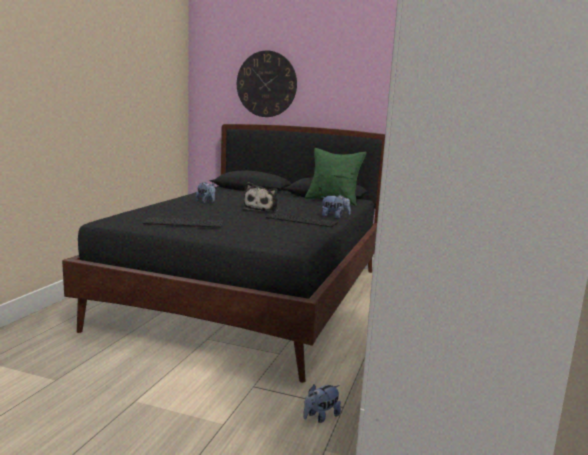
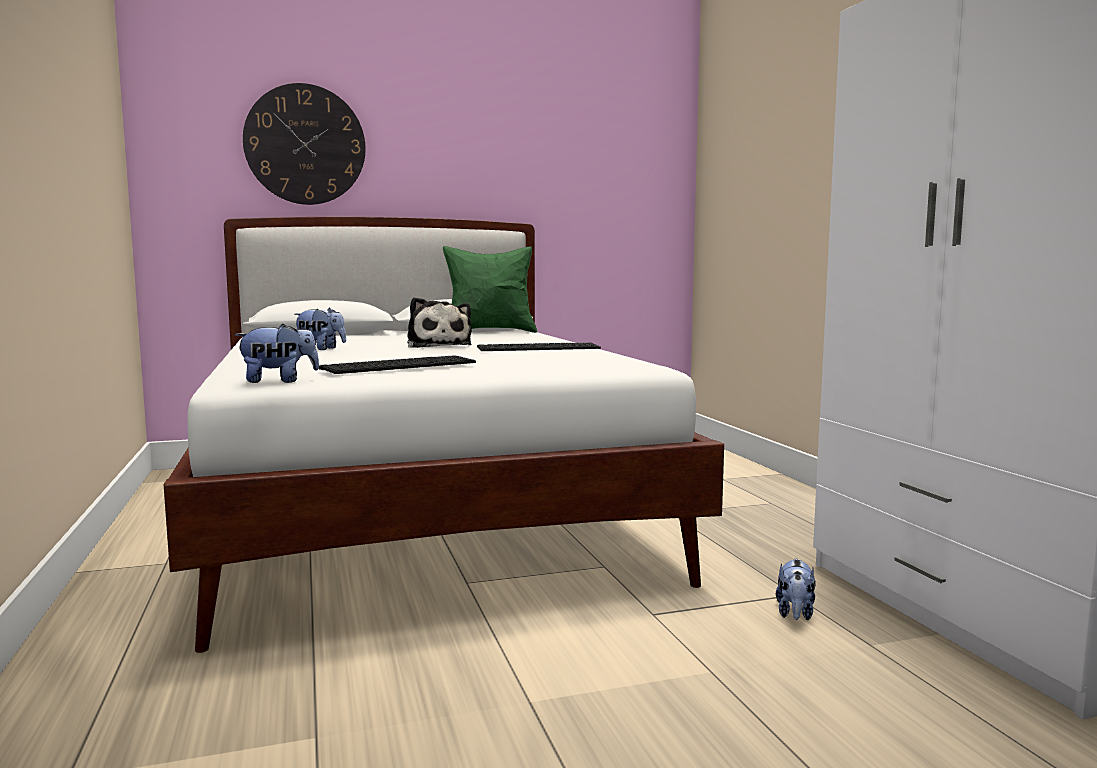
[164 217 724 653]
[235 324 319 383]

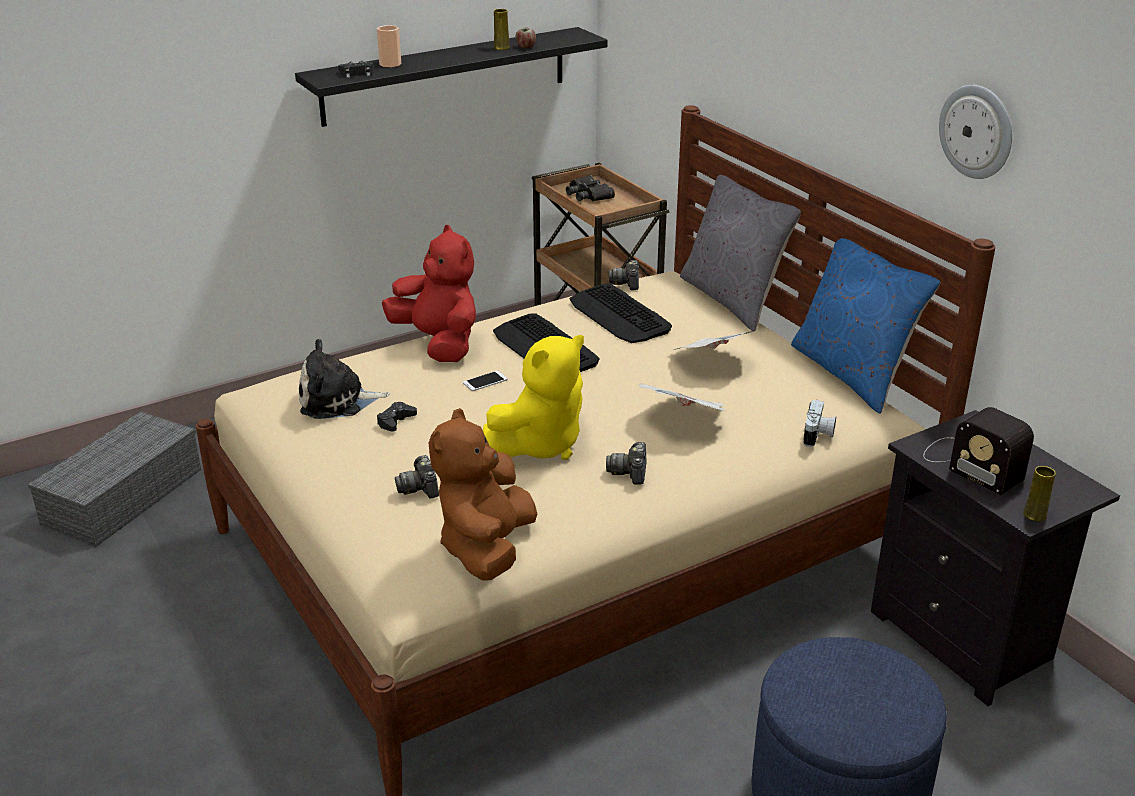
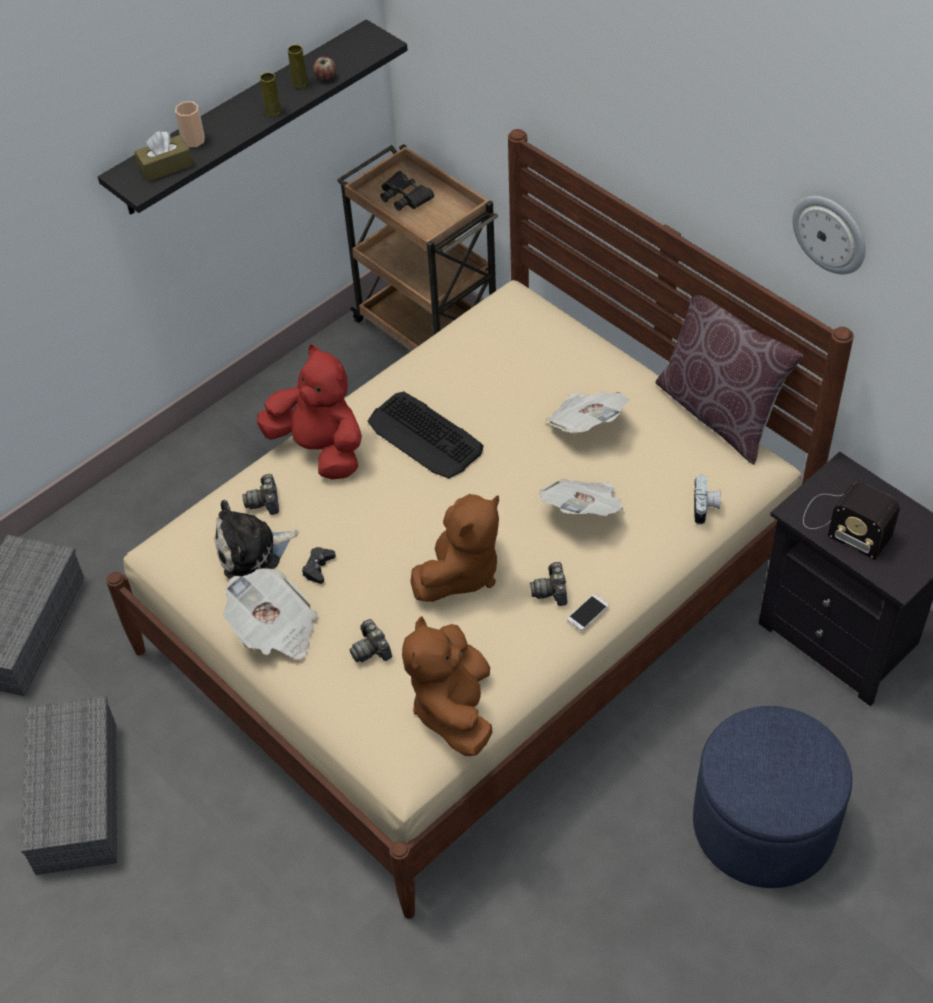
[134 131 193 182]
[680 175 801 331] (first image)
[655 295 803 465]
[242 474 279 515]
[569 284 672 343] (first image)
[411 494 499 602]
[567 594 609 631]
[260 72 282 117]
[223 568 318 660]
[21 696 117 875]

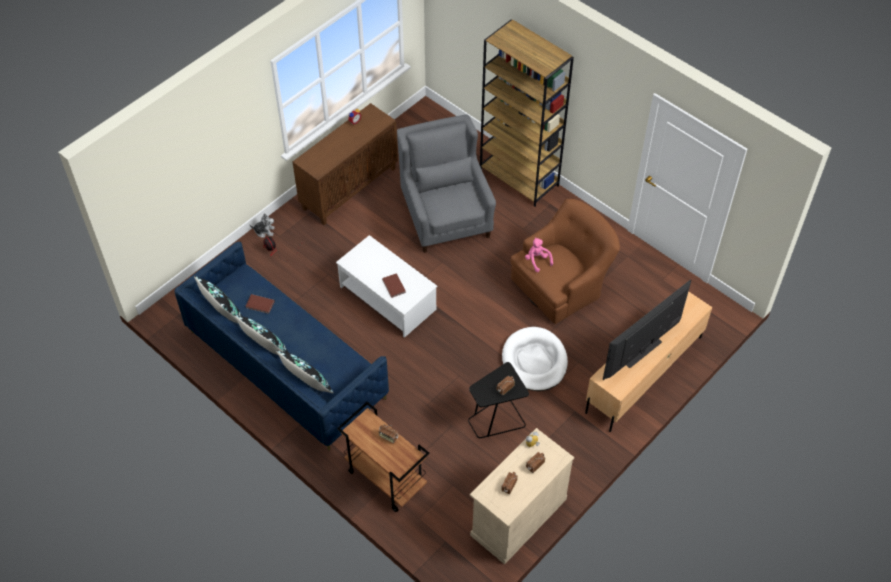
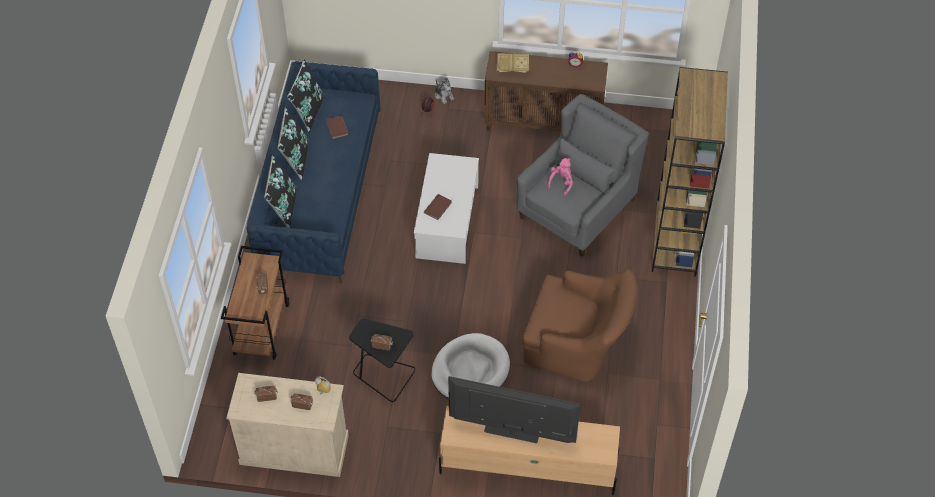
[547 158 573 195]
[497 53 529 73]

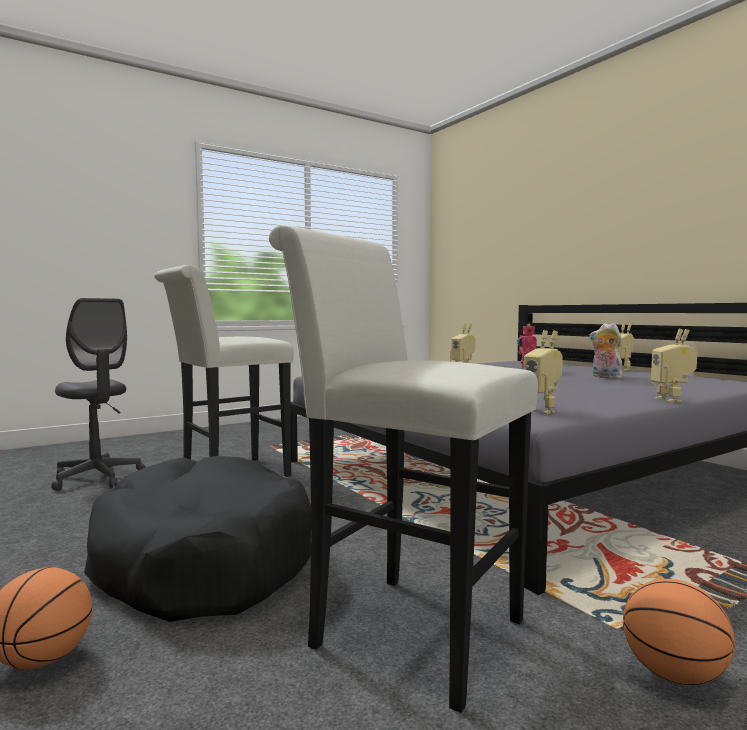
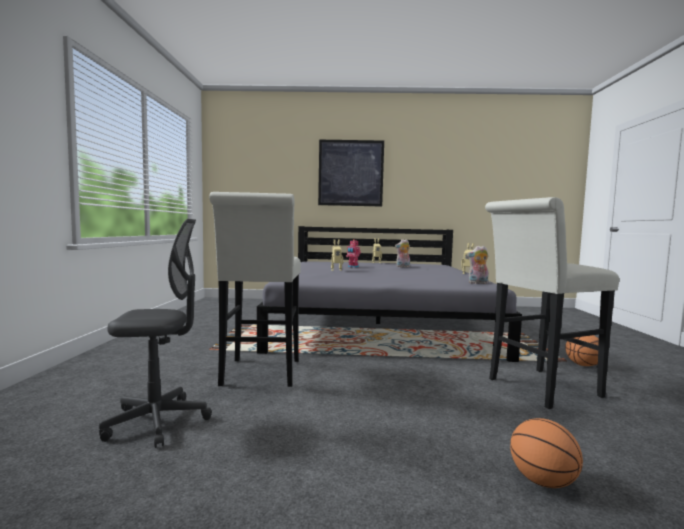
[467 246 489 284]
[84 456 311 622] (first image)
[318 140 384 206]

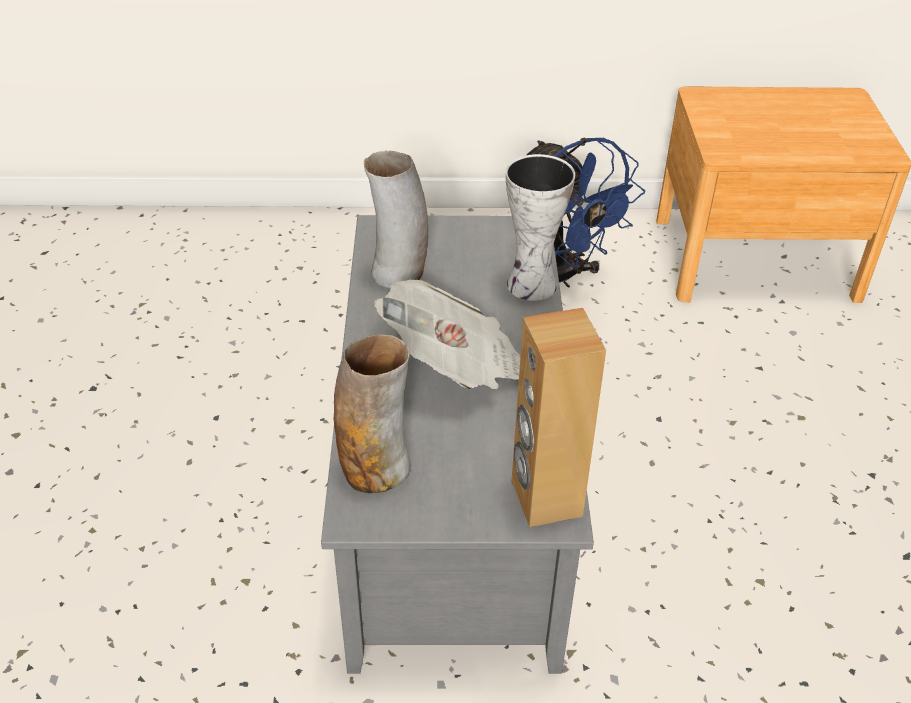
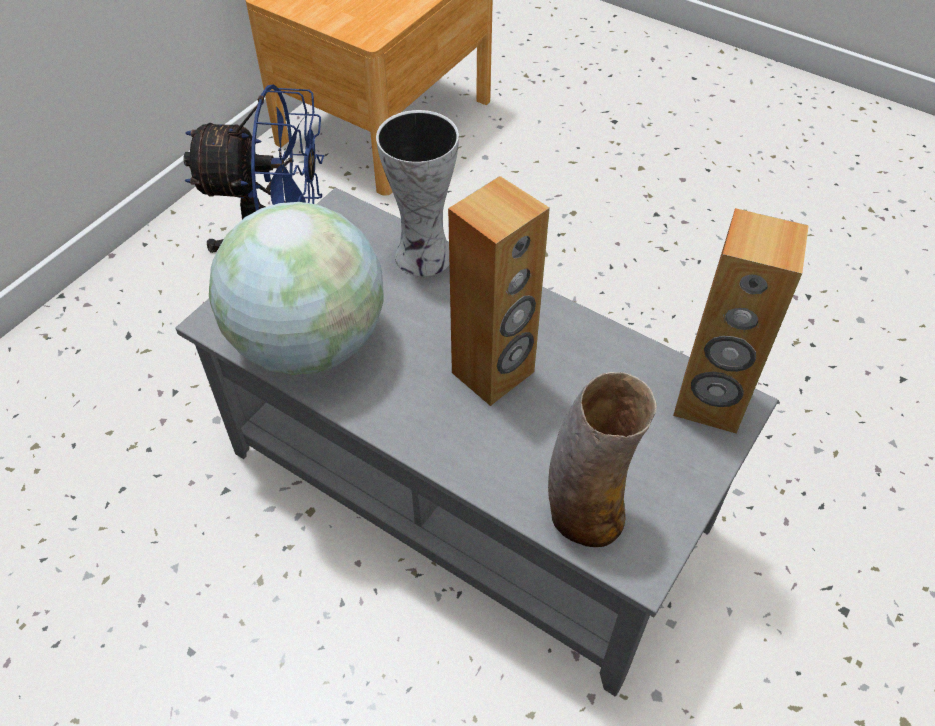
[209 202 384 375]
[448 176 550 406]

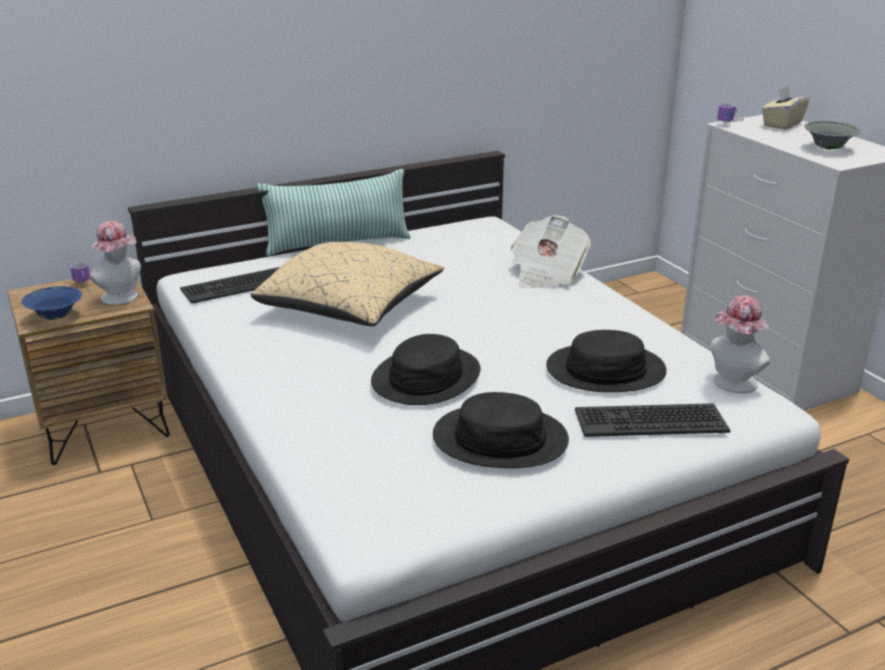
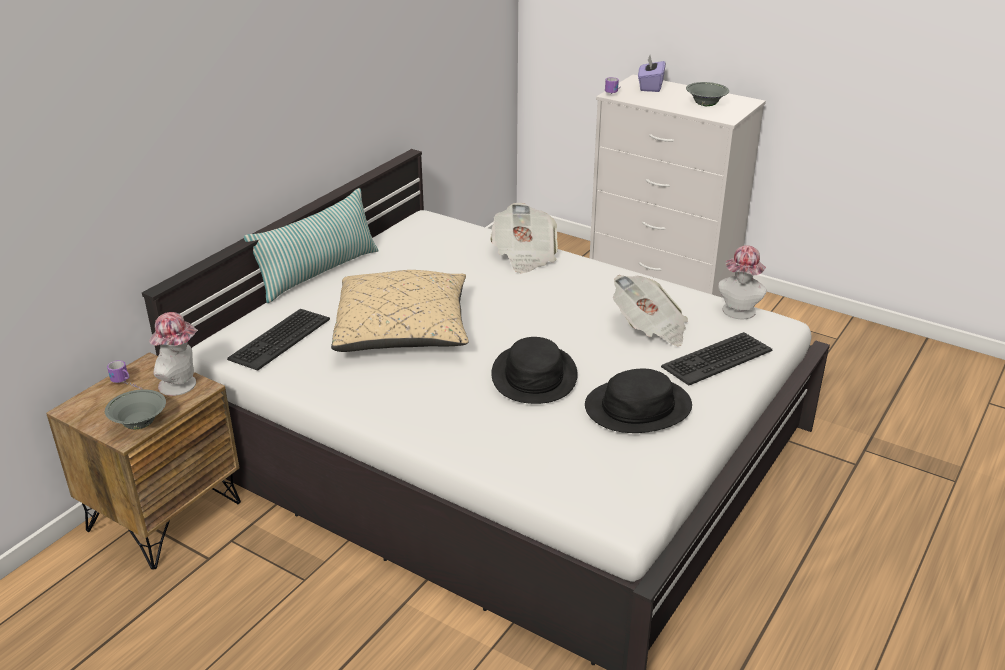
[638 55 666 92]
[105 389 166 429]
[613 275 688 346]

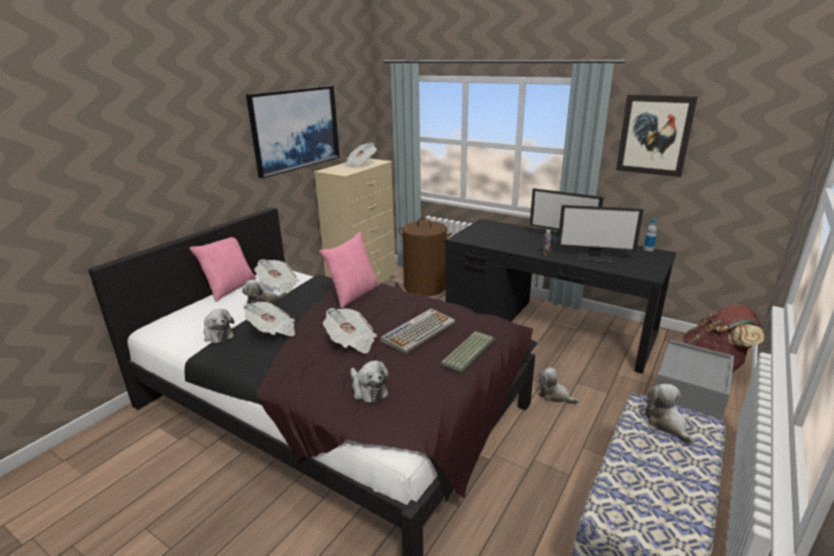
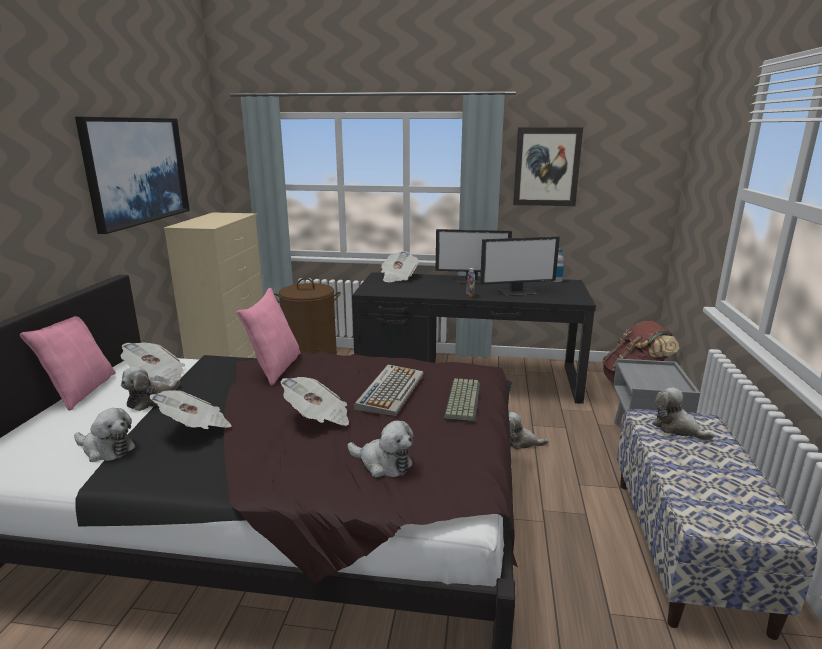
[381 251 419 282]

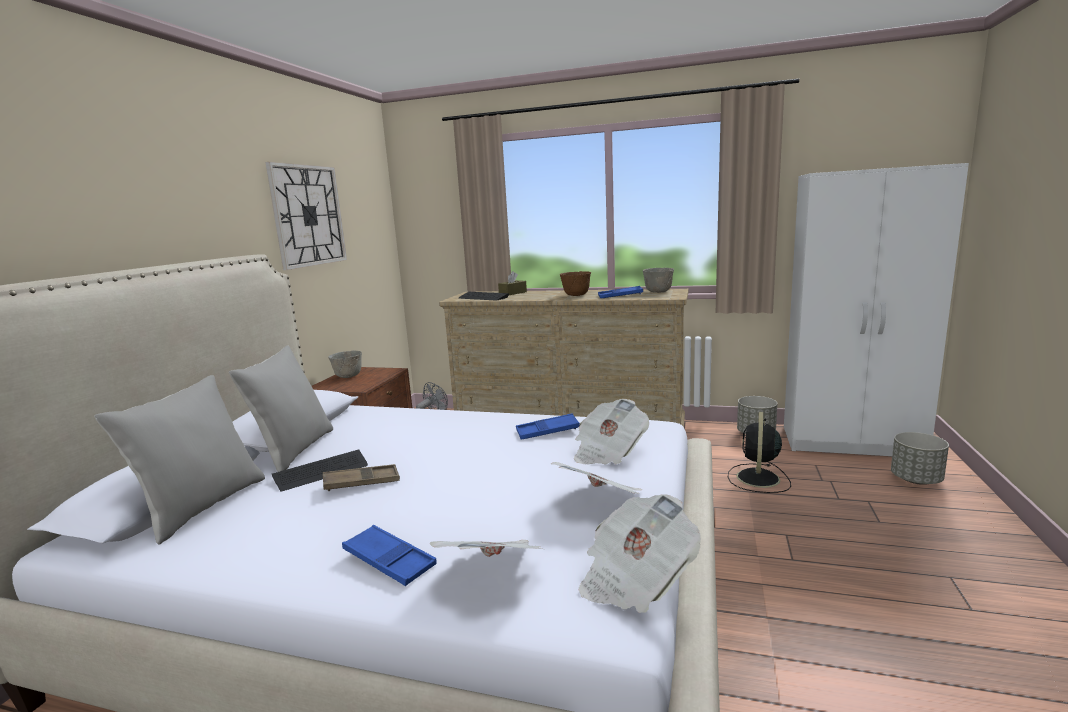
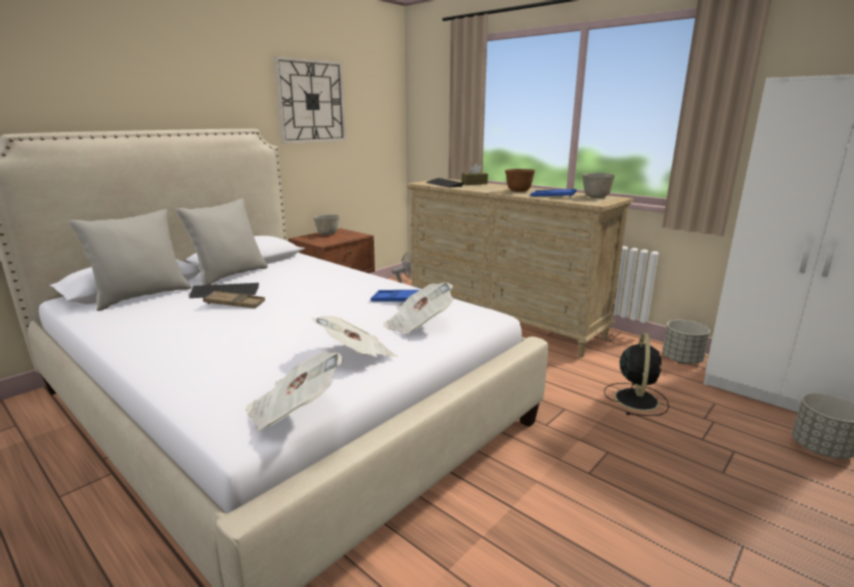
[604 333 669 416]
[342 525 437 586] (first image)
[430 540 542 557] (first image)

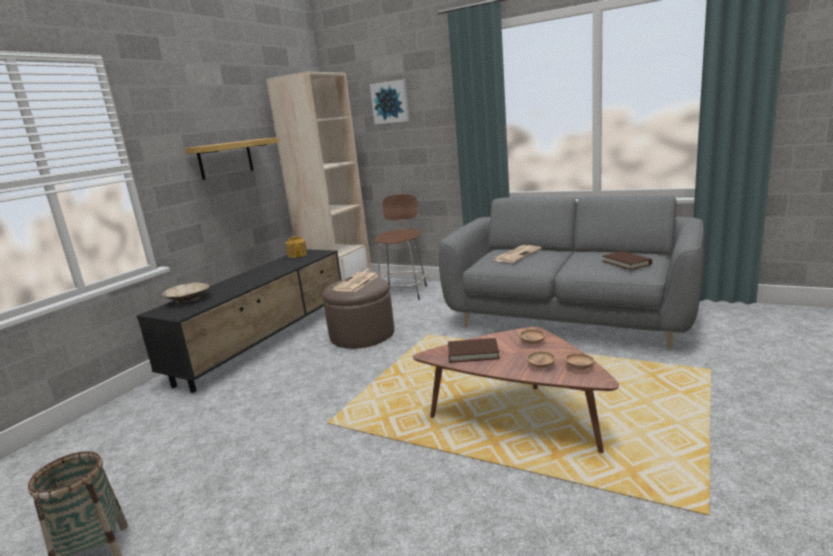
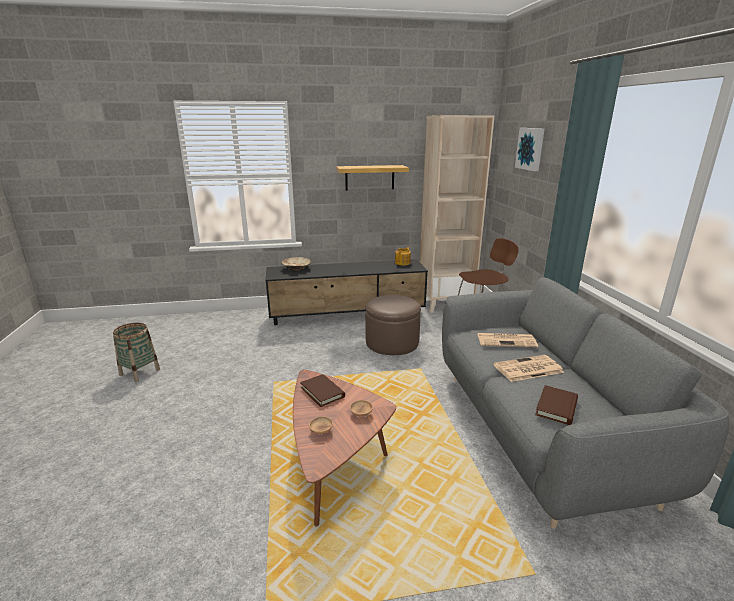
[493 355 564 382]
[565 353 595 370] (first image)

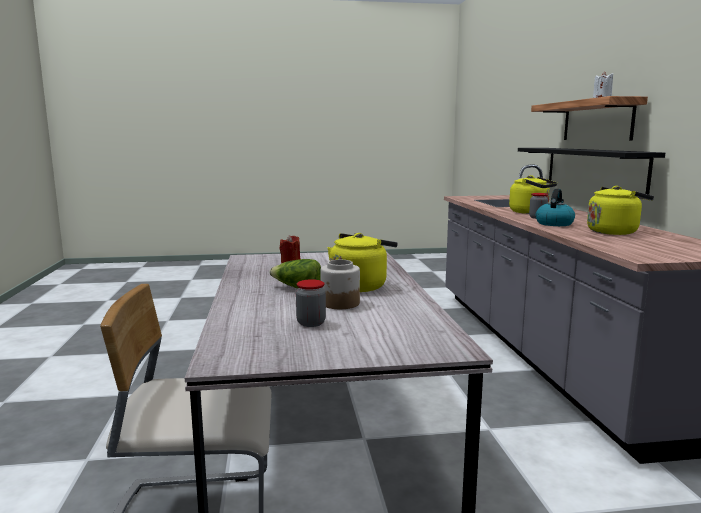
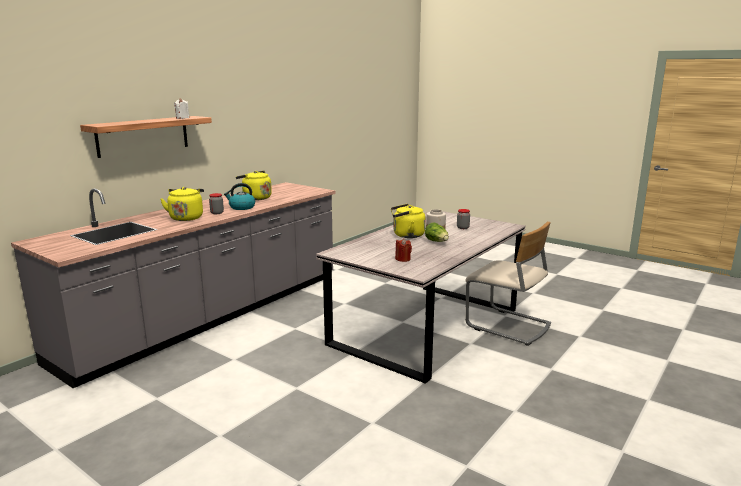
[518 148 665 195] (first image)

